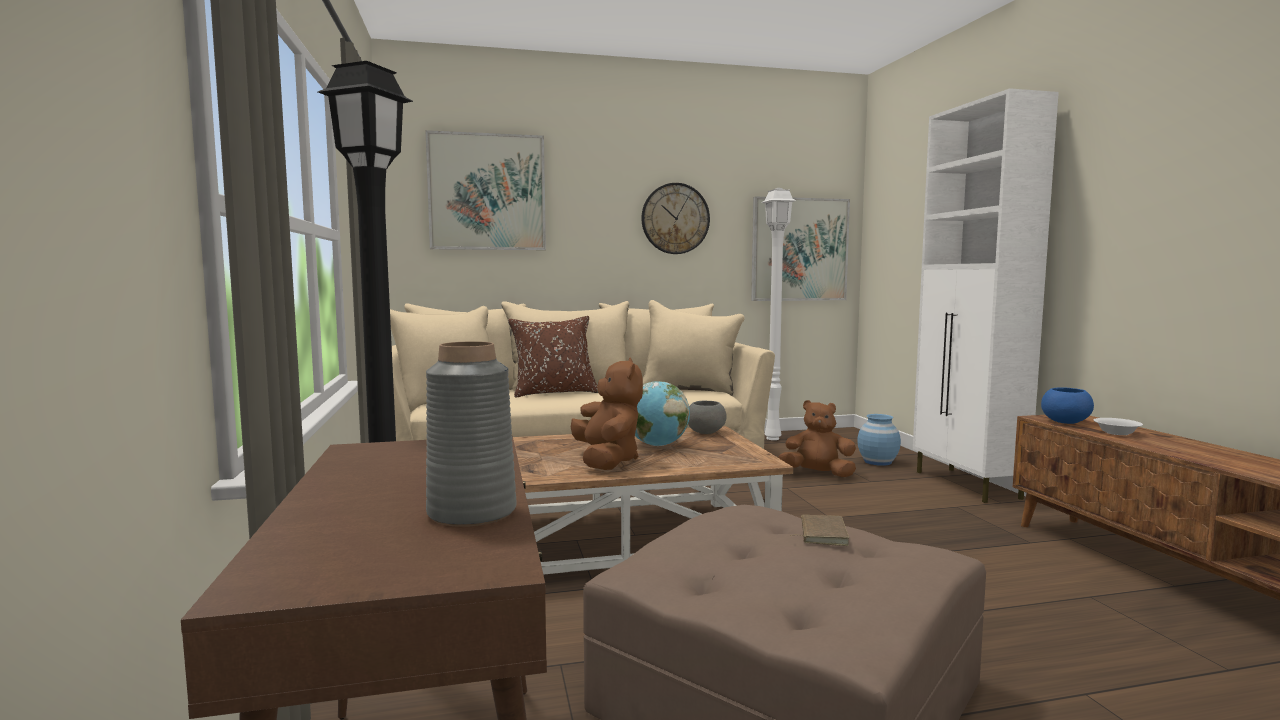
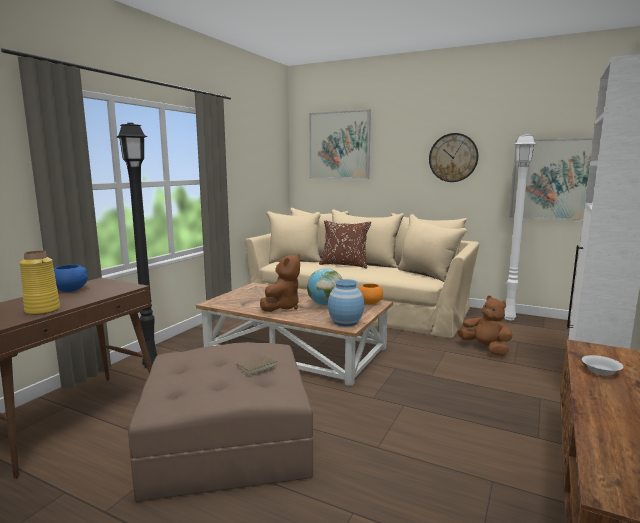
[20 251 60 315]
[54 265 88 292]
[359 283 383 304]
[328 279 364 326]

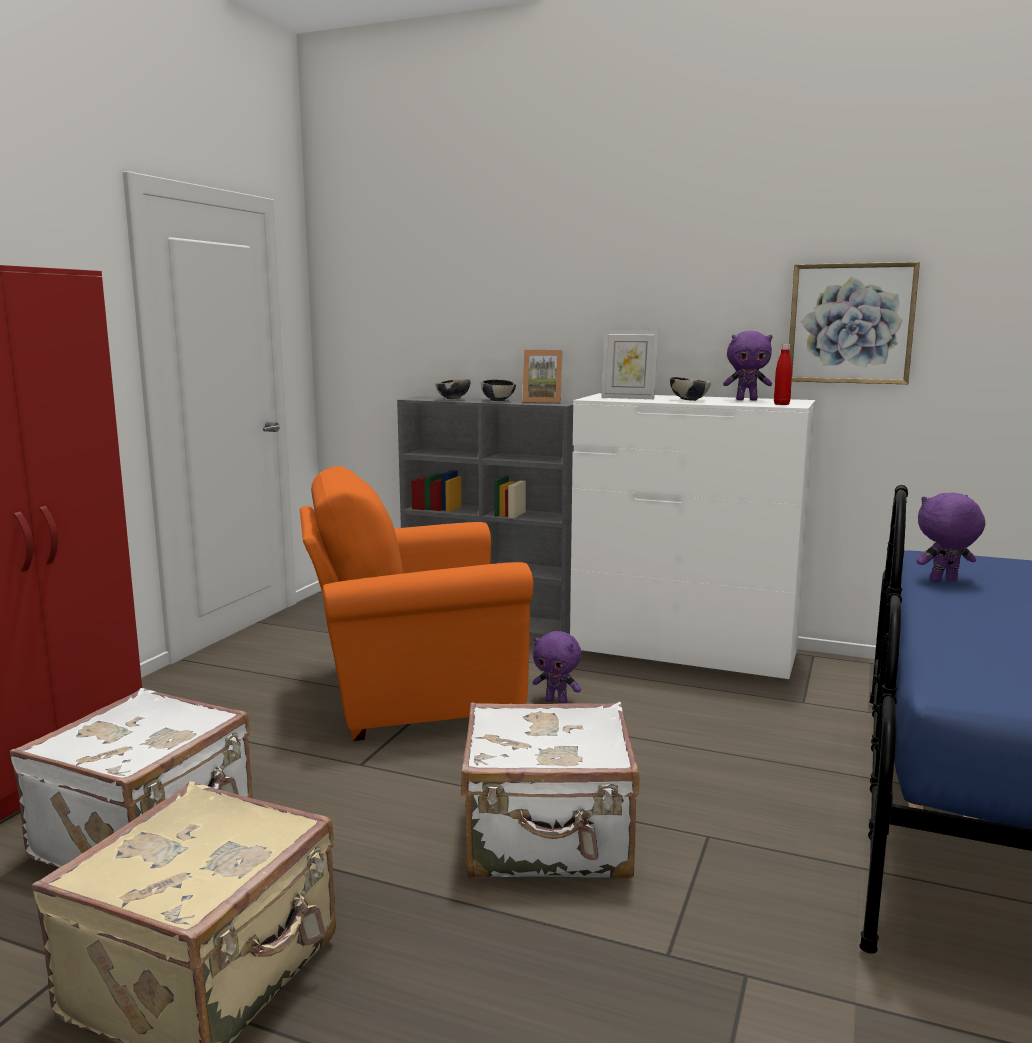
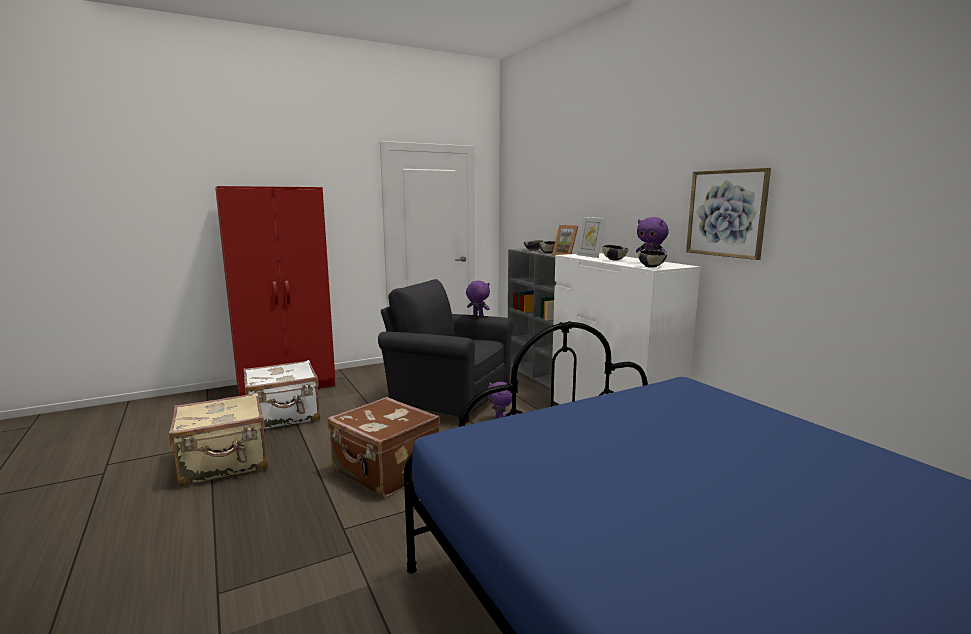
[638 250 667 268]
[378 279 513 424]
[466 281 490 317]
[328 397 440 498]

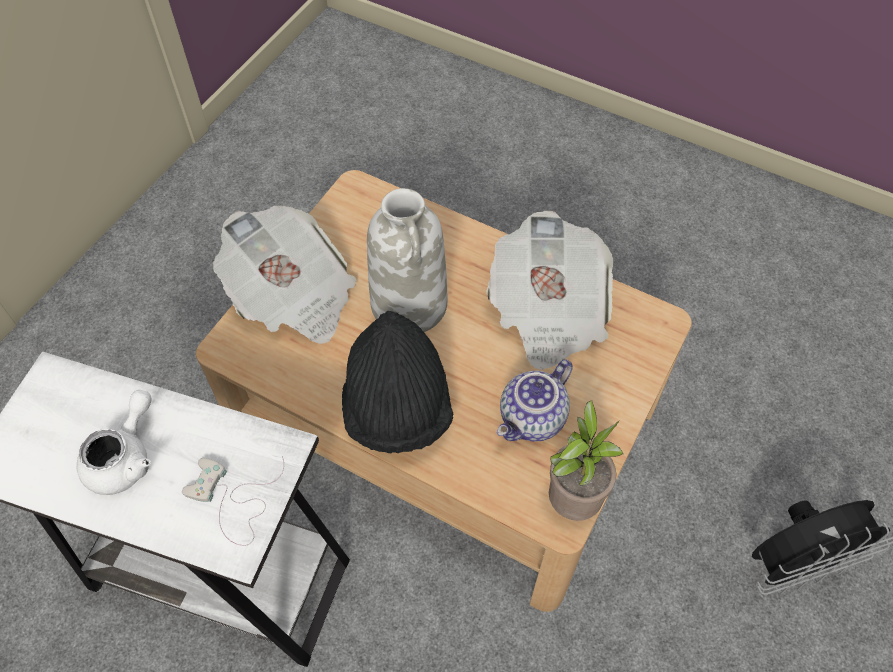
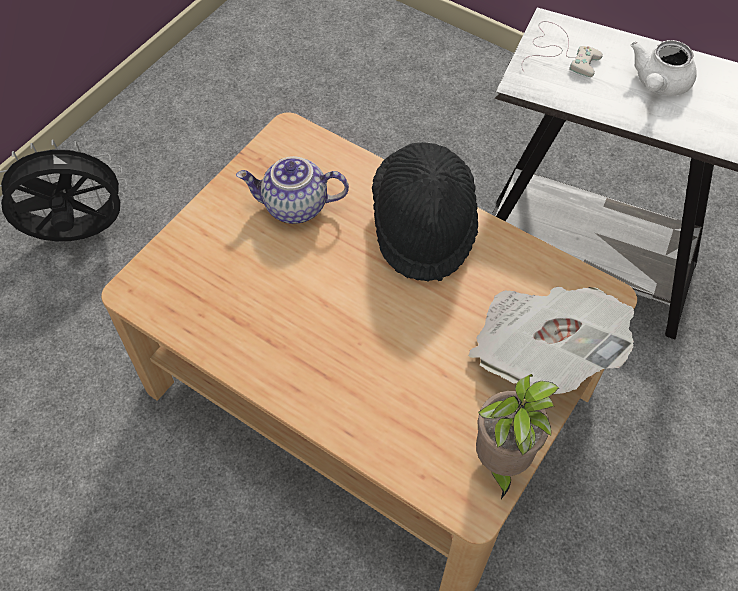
[367 188 447 332] (first image)
[486 211 614 370] (first image)
[236 156 349 224]
[476 374 559 499]

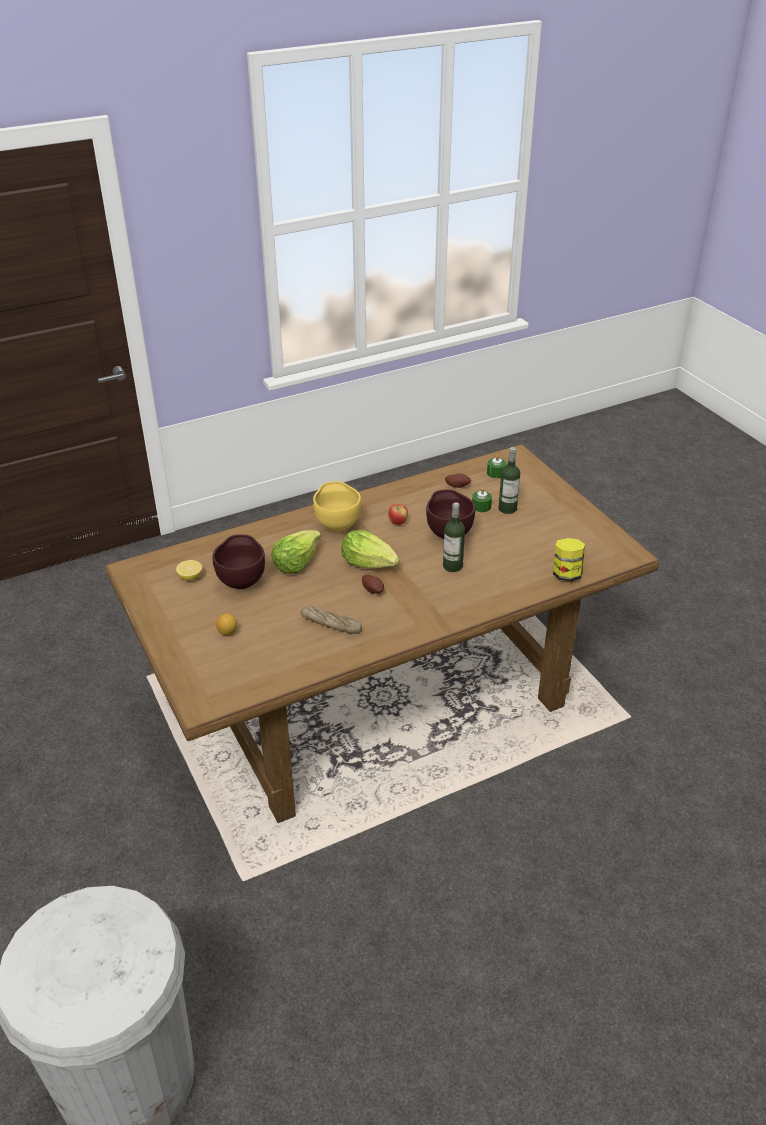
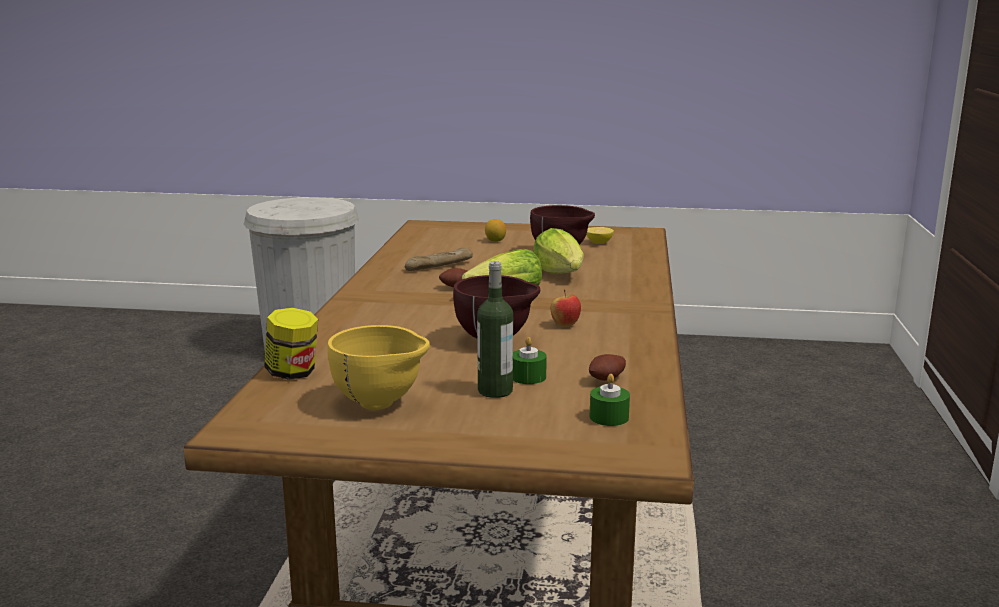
[327 325 430 410]
[443 502 465 572] (first image)

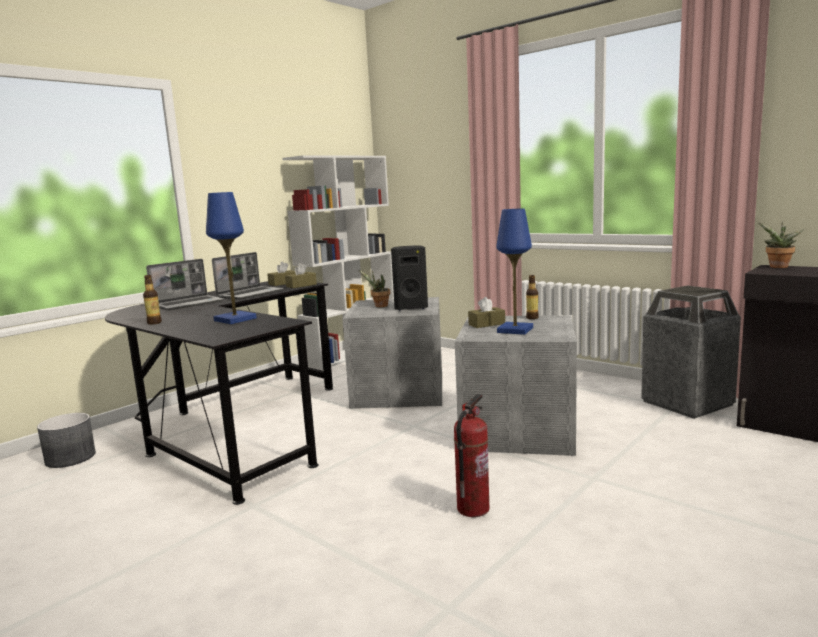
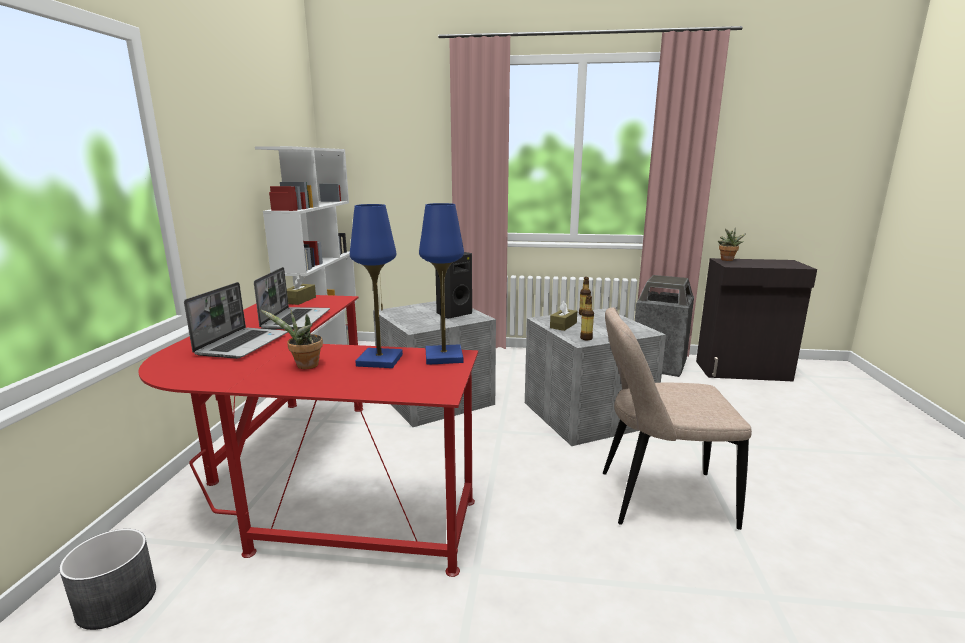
[419 203 464 365]
[285 263 317 288] (first image)
[260 310 323 369]
[580 295 594 340]
[138 295 478 577]
[603 307 752 530]

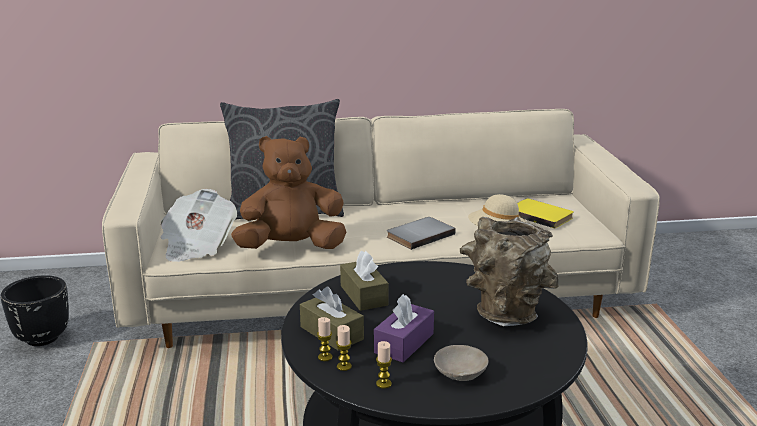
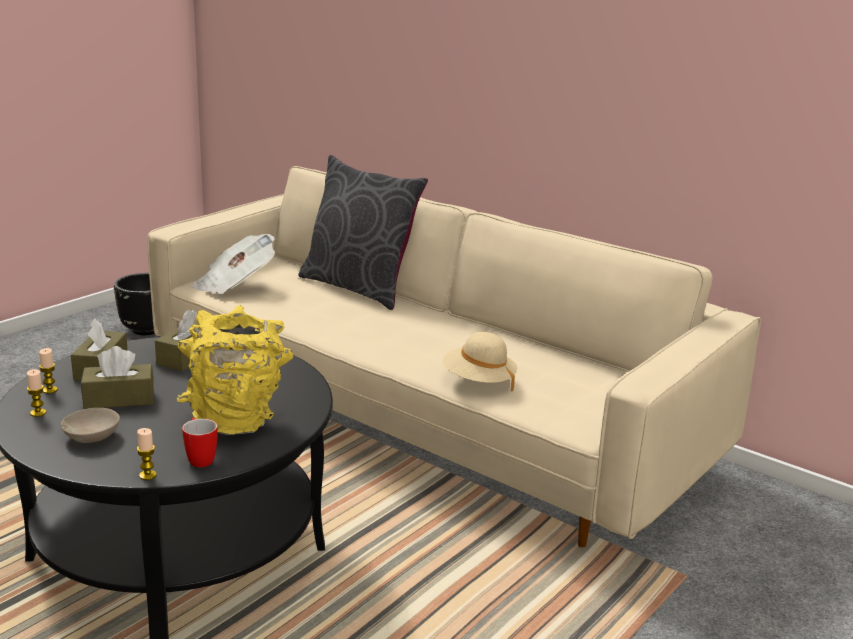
[231 136 346 249] (first image)
[517 198 573 229] (first image)
[387 217 456 250] (first image)
[177 305 293 435]
[81 346 154 409]
[137 428 157 480]
[182 418 218 467]

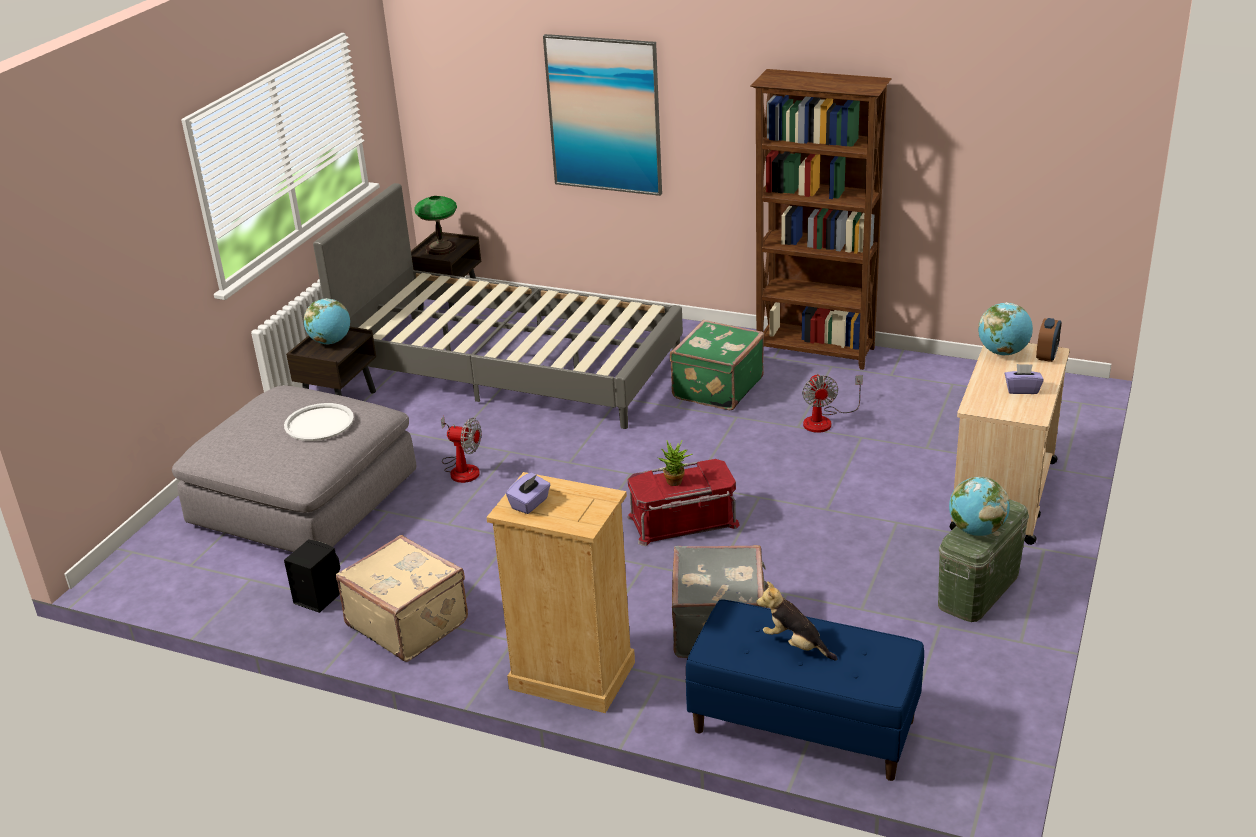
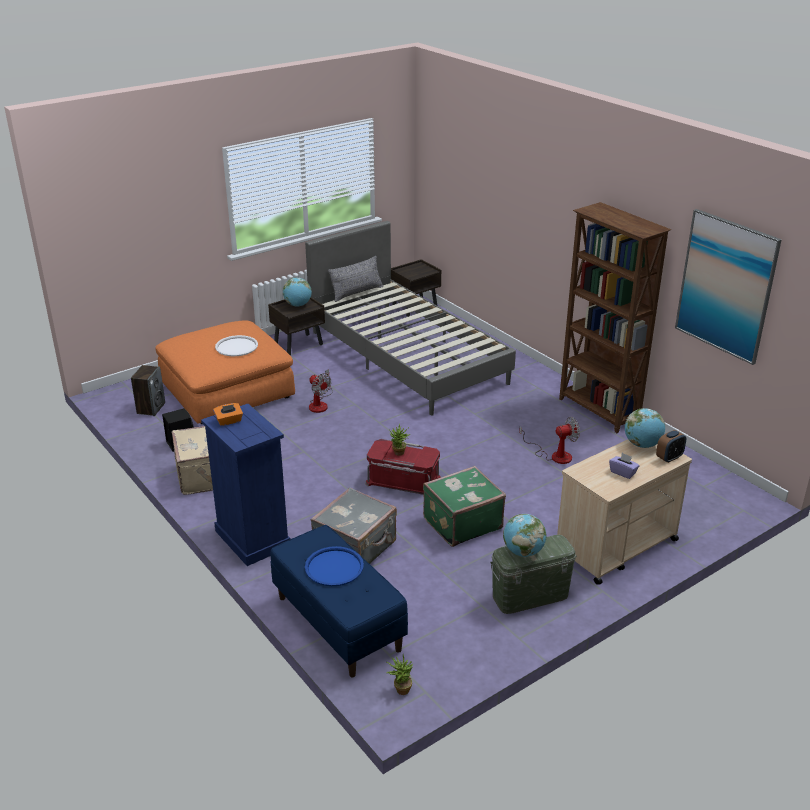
[675 209 782 365]
[414 196 457 255] (first image)
[423 466 506 547]
[519 417 580 464]
[155 320 295 424]
[201 404 290 566]
[213 403 243 426]
[305 546 364 586]
[328 256 383 302]
[131 365 165 416]
[386 654 413 695]

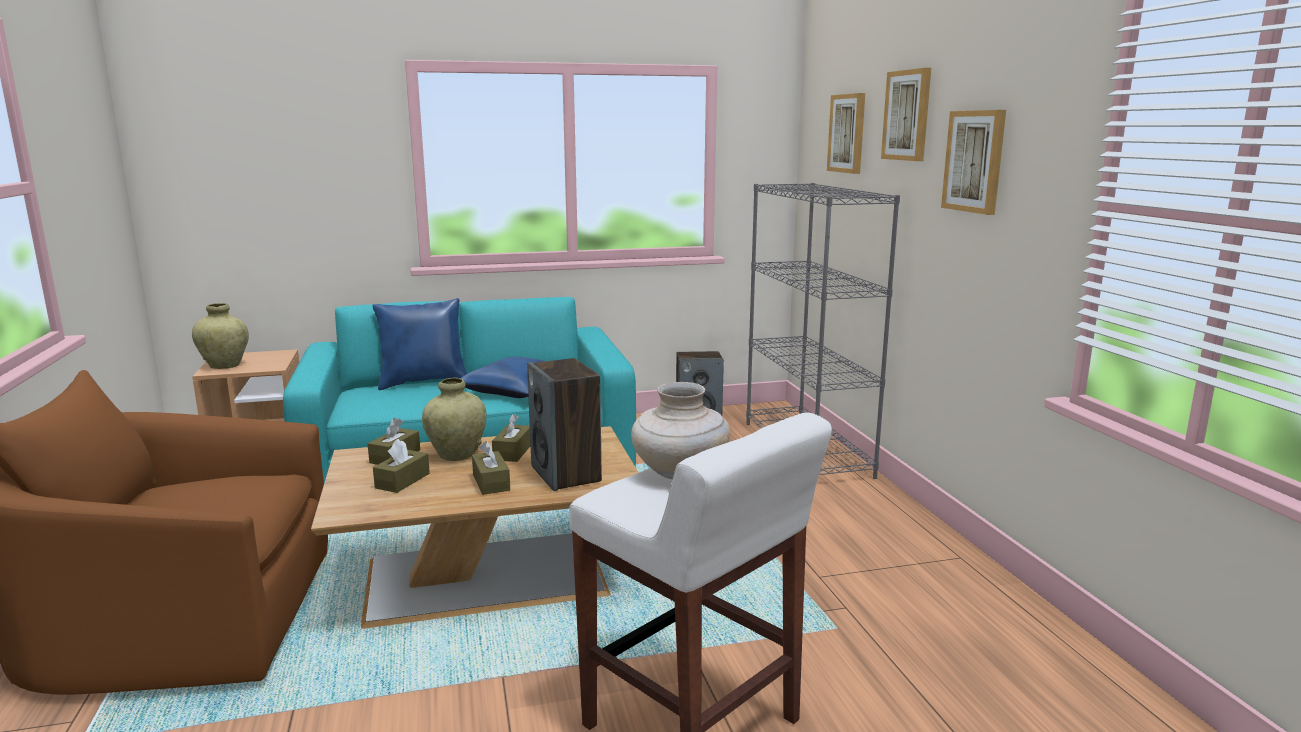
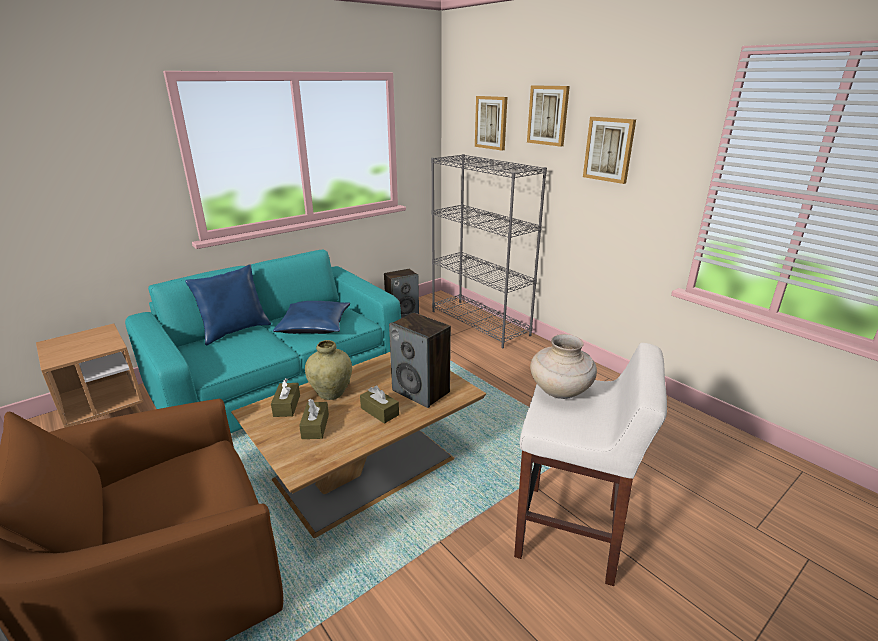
[192 303 249 369] (first image)
[492 414 531 462] (first image)

